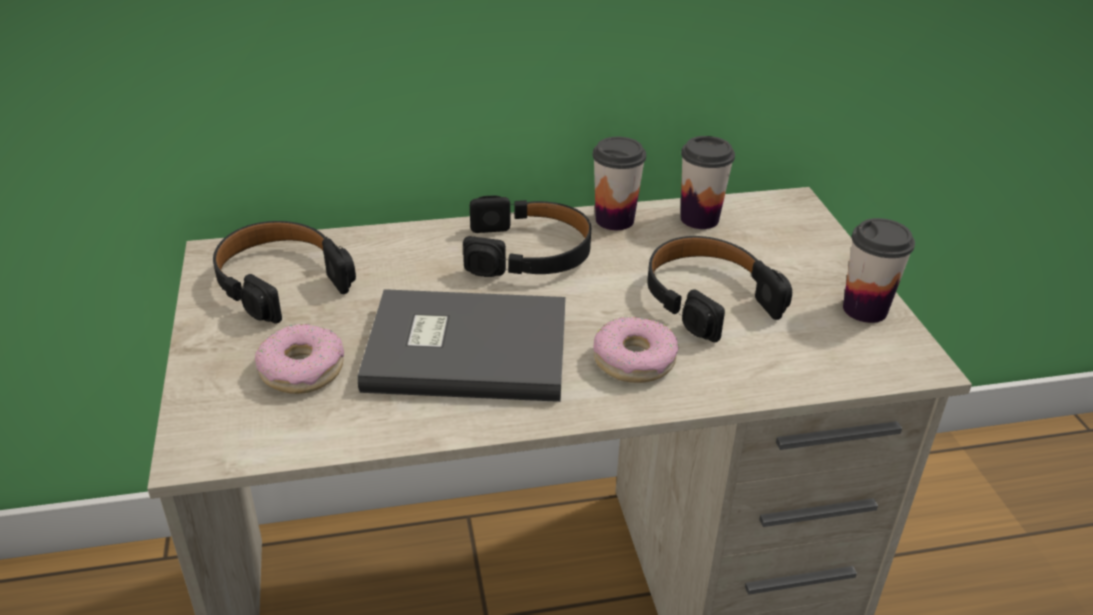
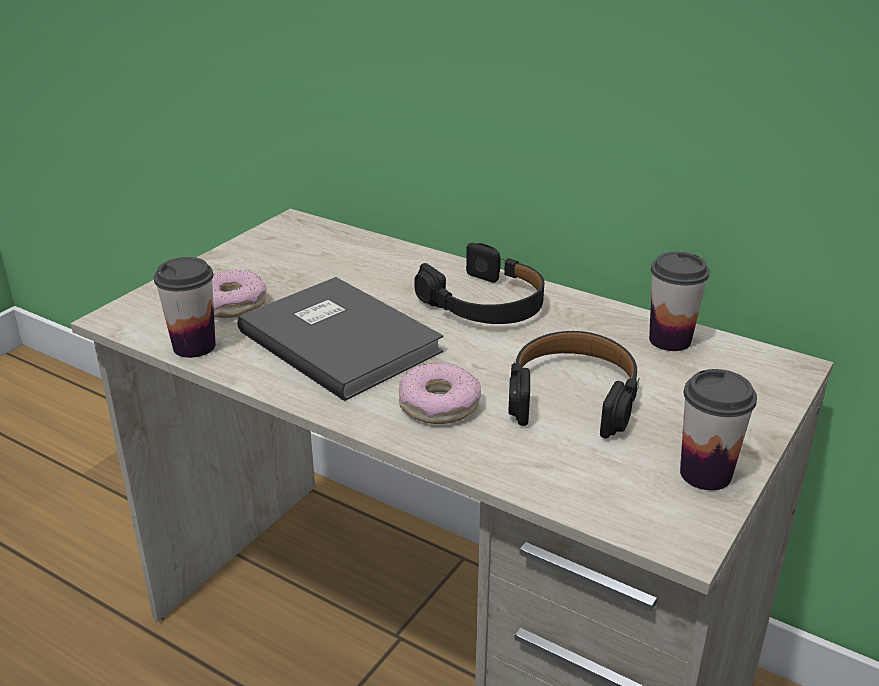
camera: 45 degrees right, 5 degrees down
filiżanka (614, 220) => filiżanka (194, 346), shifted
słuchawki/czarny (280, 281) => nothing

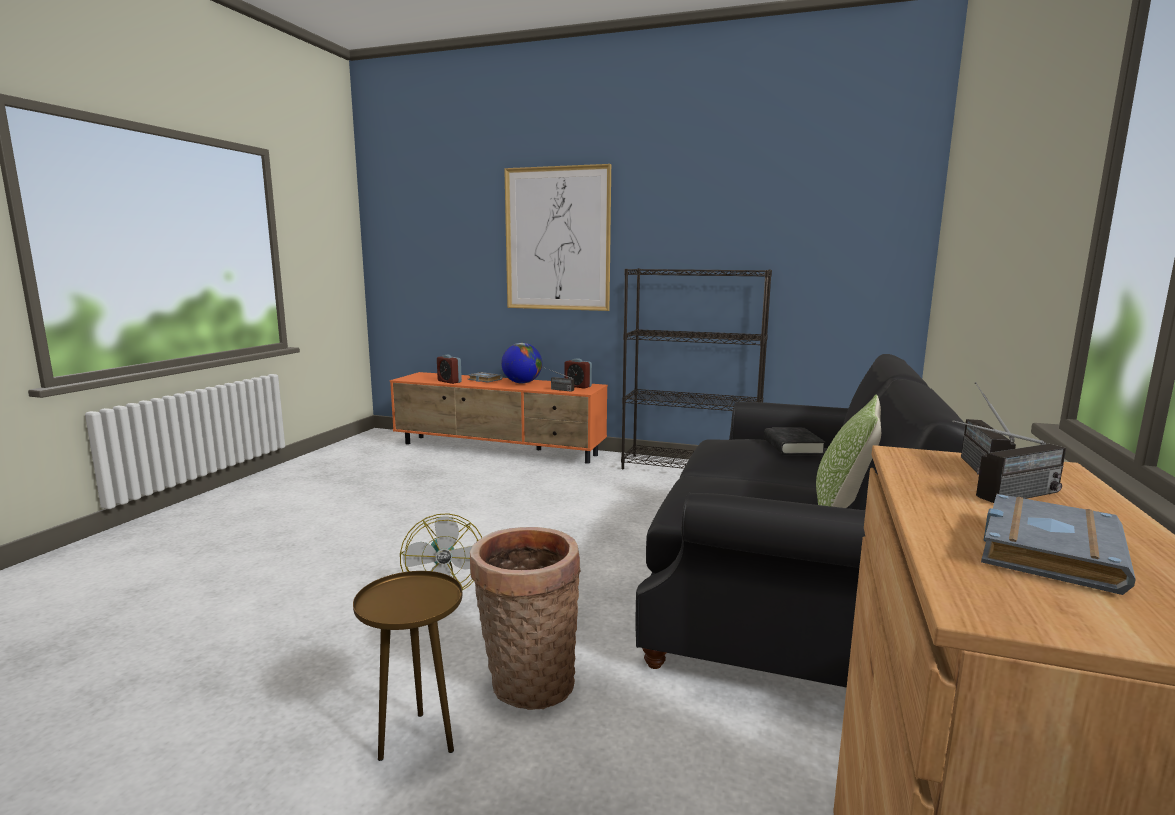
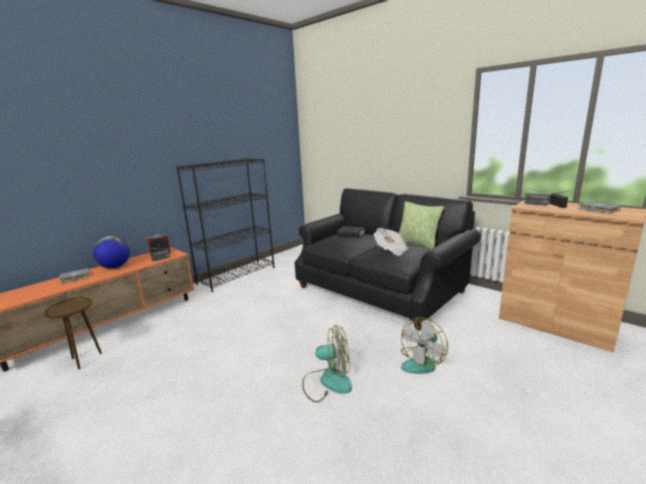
camera: 65 degrees left, 5 degrees up
obraz (557, 239) => nothing
budzik (449, 381) => nothing
koszyk (527, 683) => wentylator (422, 362)
stolik/brązowy (417, 740) => stolik/brązowy (84, 360), shifted
nothing => gazeta (390, 250)

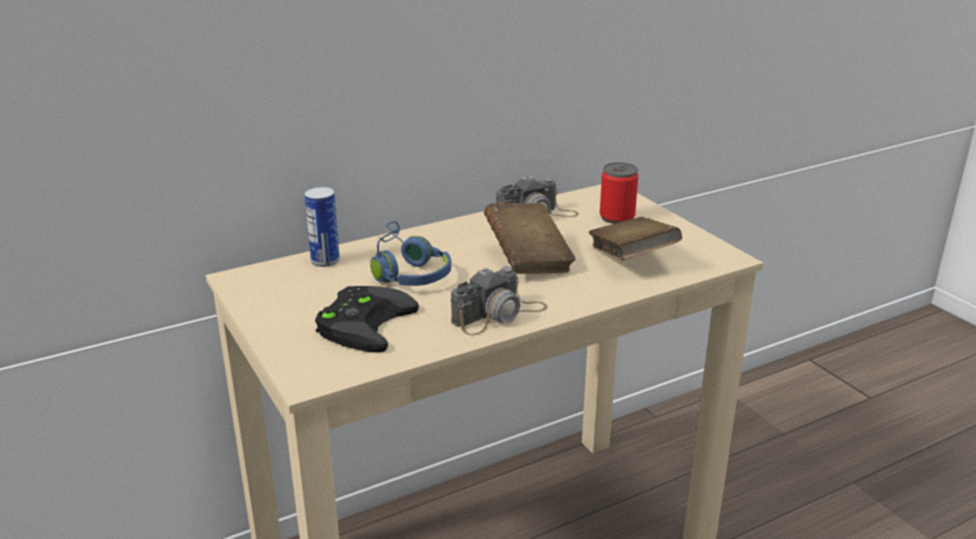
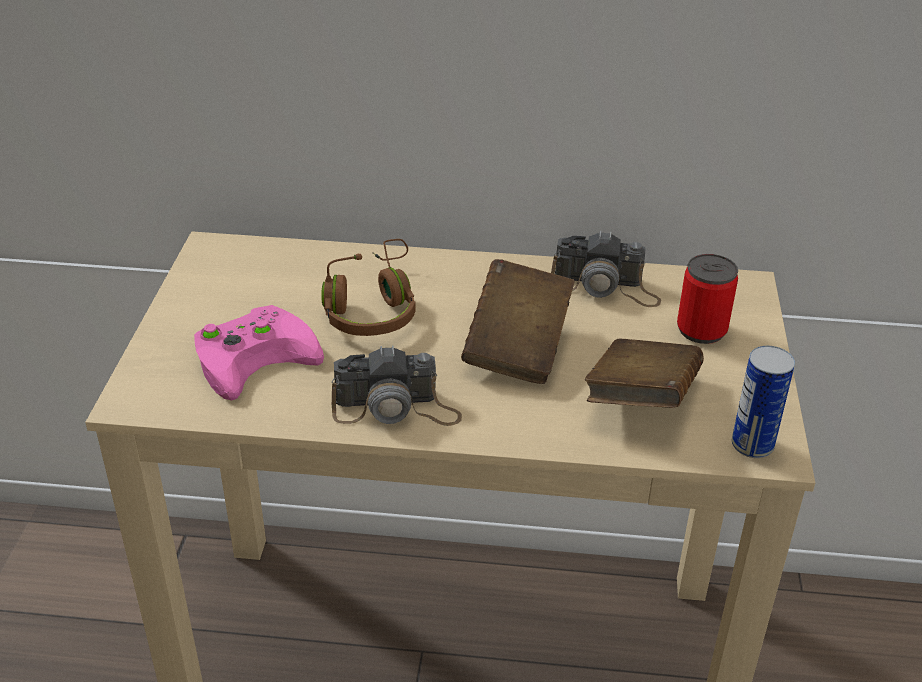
camera: 35 degrees right, 10 degrees up
puszka (325, 261) => puszka (752, 445), shifted
słuchawki/niebieski (407, 271) => słuchawki/brązowy (372, 307)
pad do gier/czarny (363, 322) => pad do gier/różowy (256, 354)

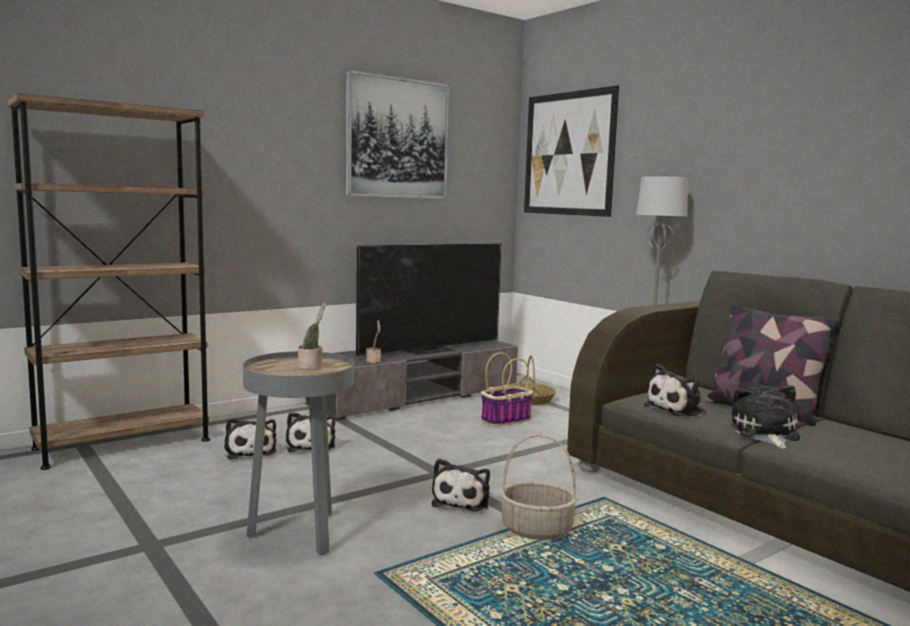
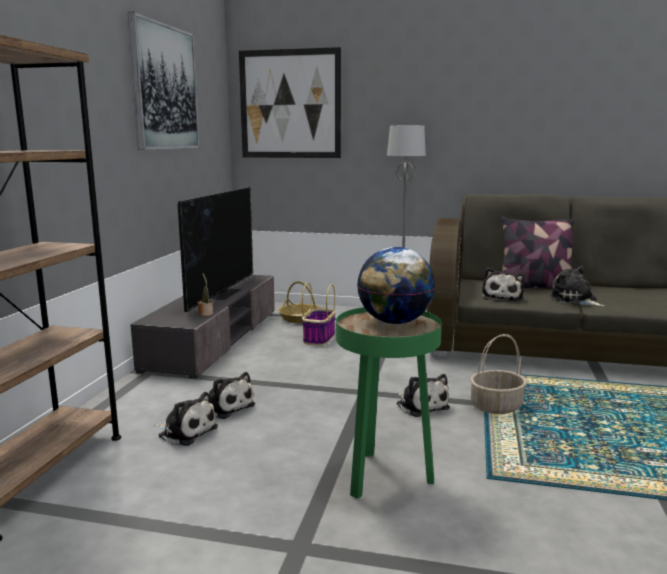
camera: 40 degrees left, 5 degrees up
roślina doniczkowa (312, 367) => globus (394, 322)
stolik/szary (300, 534) => stolik/zielony (384, 477)

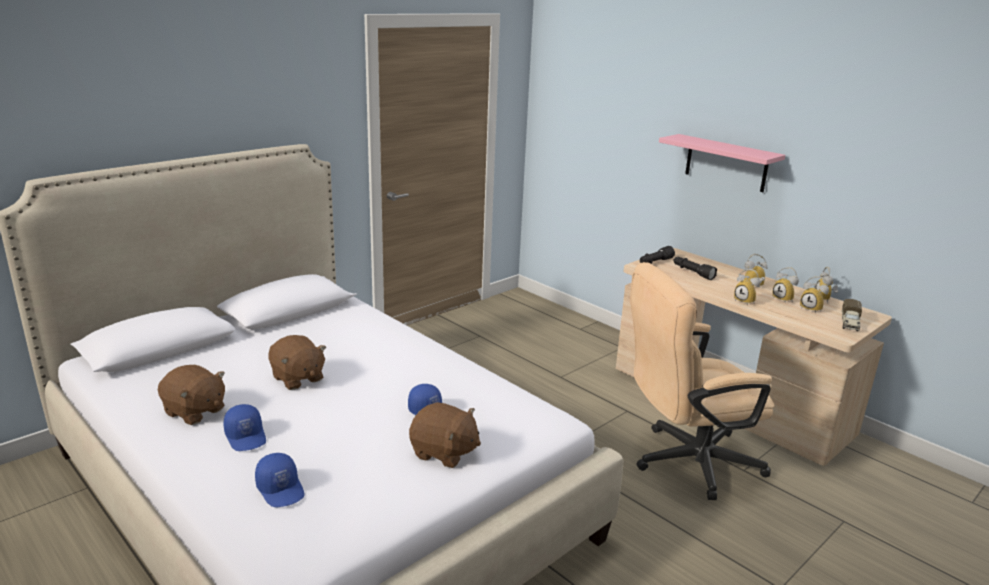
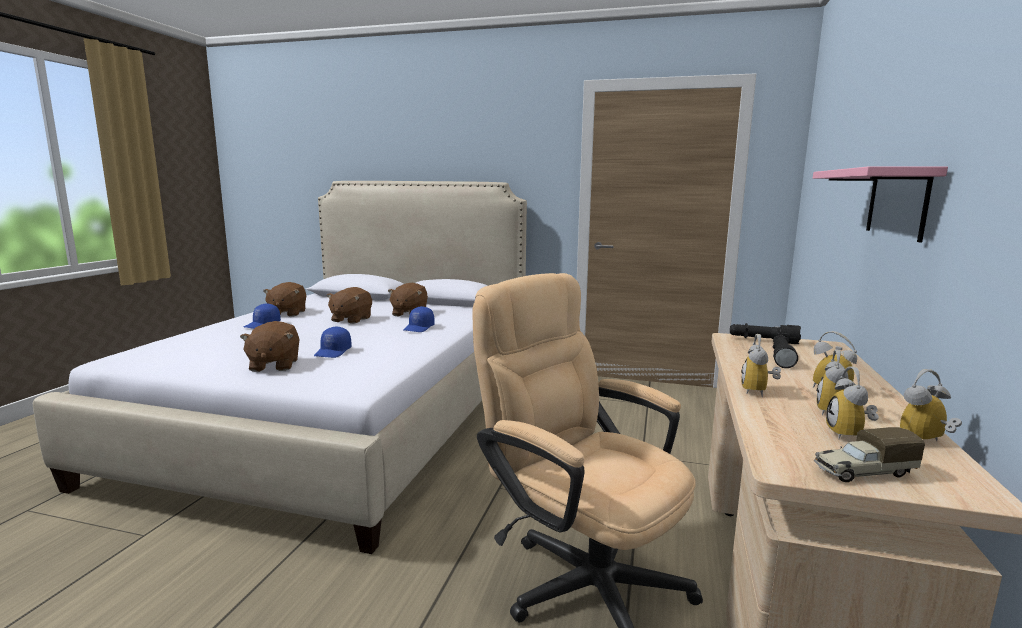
camera: 60 degrees right, 10 degrees down
czapka z daszkiem/niebieski (281, 489) => czapka z daszkiem/niebieski (419, 328), shifted
nothing => pluszak/brązowy (409, 313)

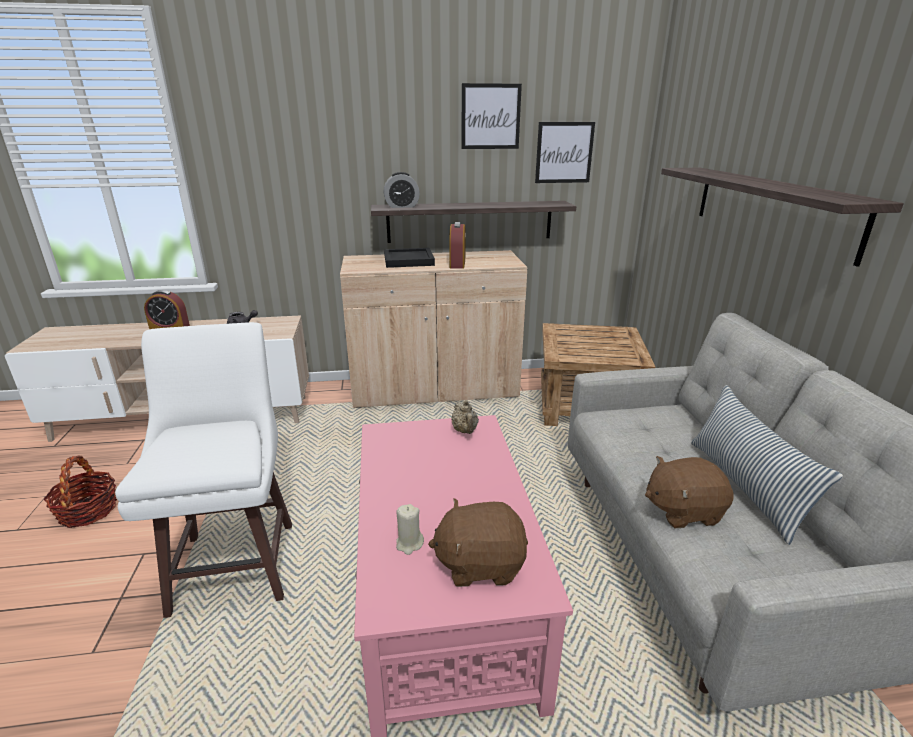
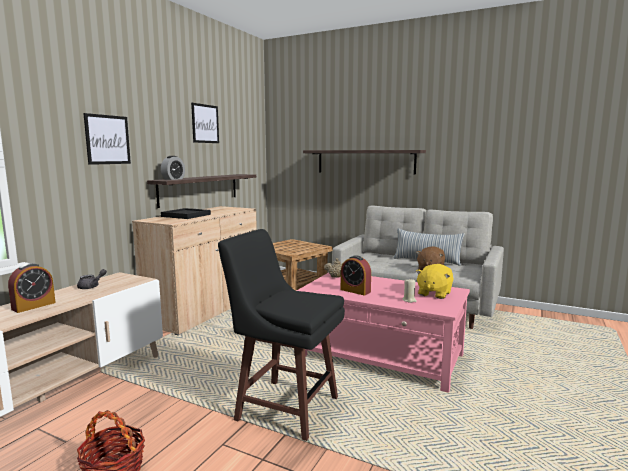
camera: 55 degrees left, 15 degrees down
obraz (564, 152) => obraz (107, 139), shifted
budzik (457, 264) => budzik (355, 291), shifted
stołek/biały (237, 563) => stołek/czarny (285, 407)
pluszak/brązowy (480, 563) => pluszak/żółty (434, 293)

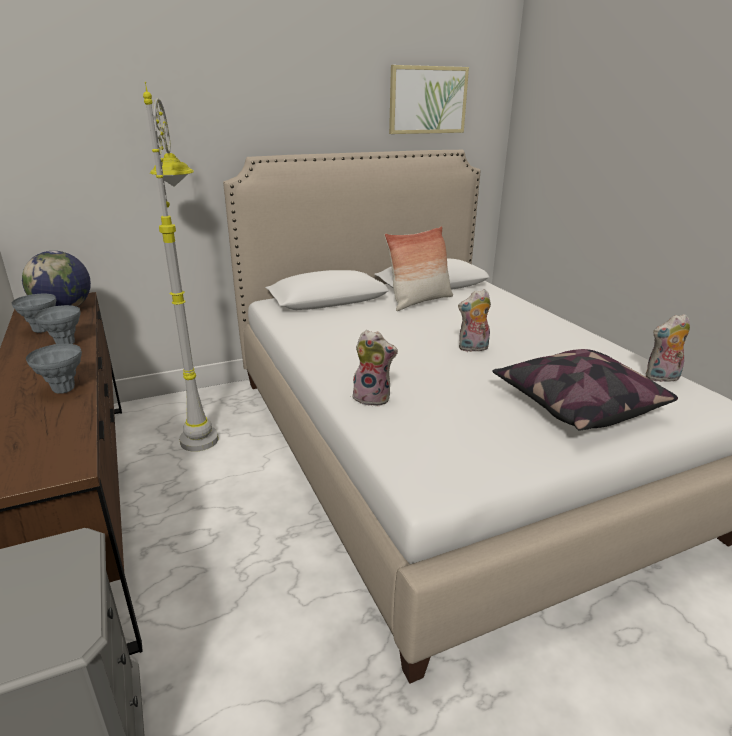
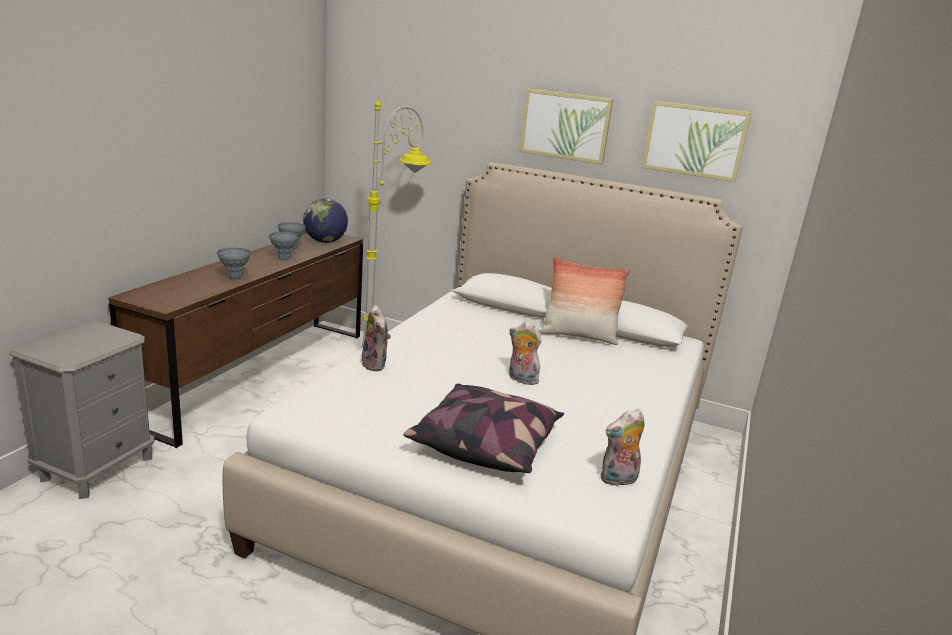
camera: 45 degrees right, 5 degrees down
pluszak (662, 378) => pluszak (618, 480), 60 degrees counterclockwise
nothing => obraz (565, 126)

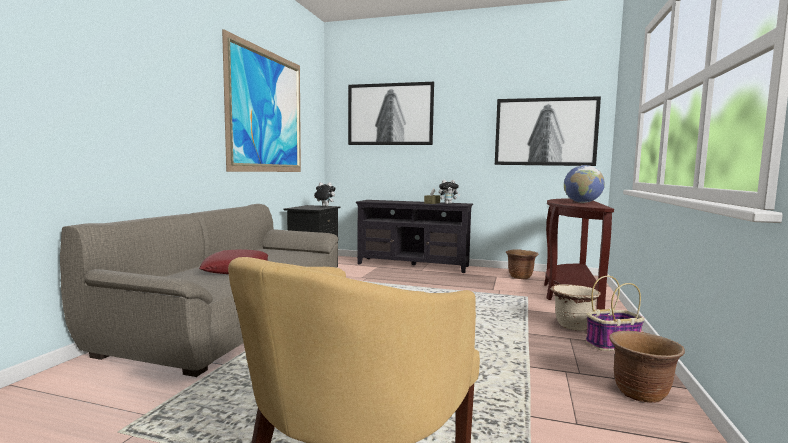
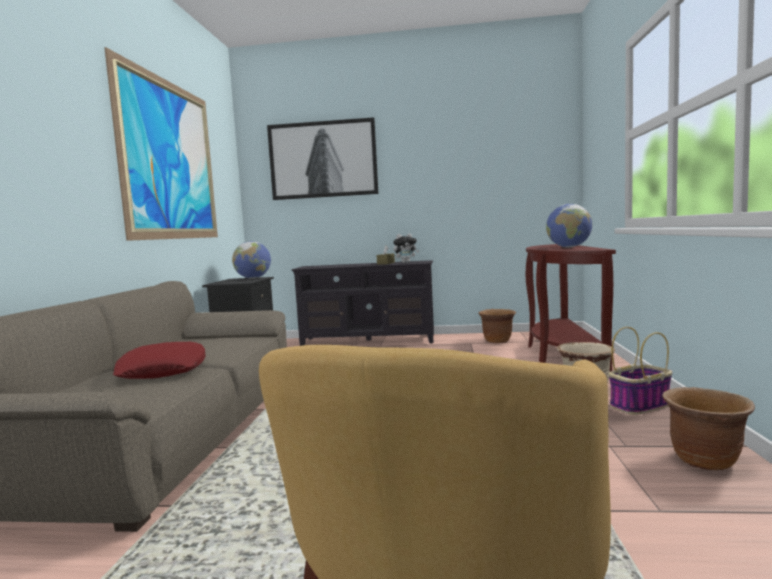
camera: 10 degrees left, 0 degrees up
obraz (545, 132) => nothing
pluszak (324, 206) => globus (253, 278)

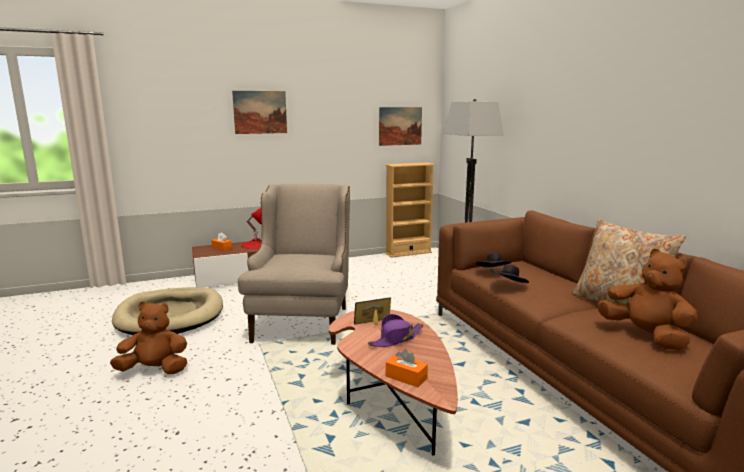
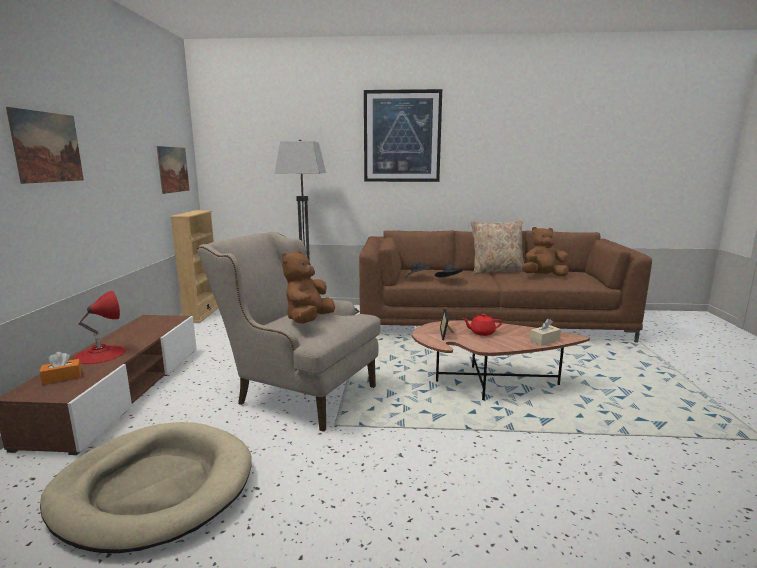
camera: 65 degrees left, 0 degrees up
pluszak/brązowy (155, 370) => pluszak/brązowy (309, 320), shifted
kapelusz/fioletowy (396, 339) => imbryk/czerwony (481, 332)
pudełko chusteczek/pomarańczowy (406, 377) => pudełko chusteczek/beżowy (544, 340)
nothing => obraz (402, 136)

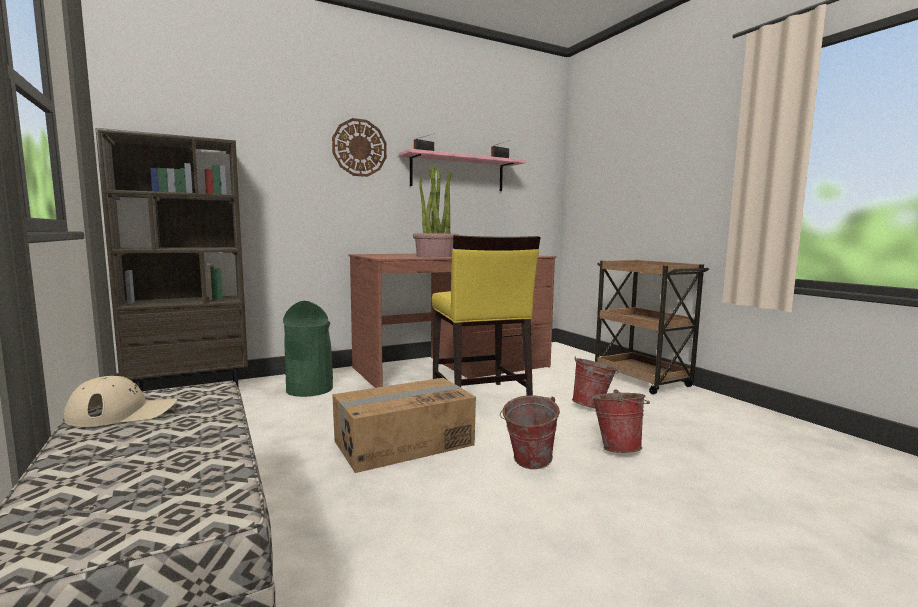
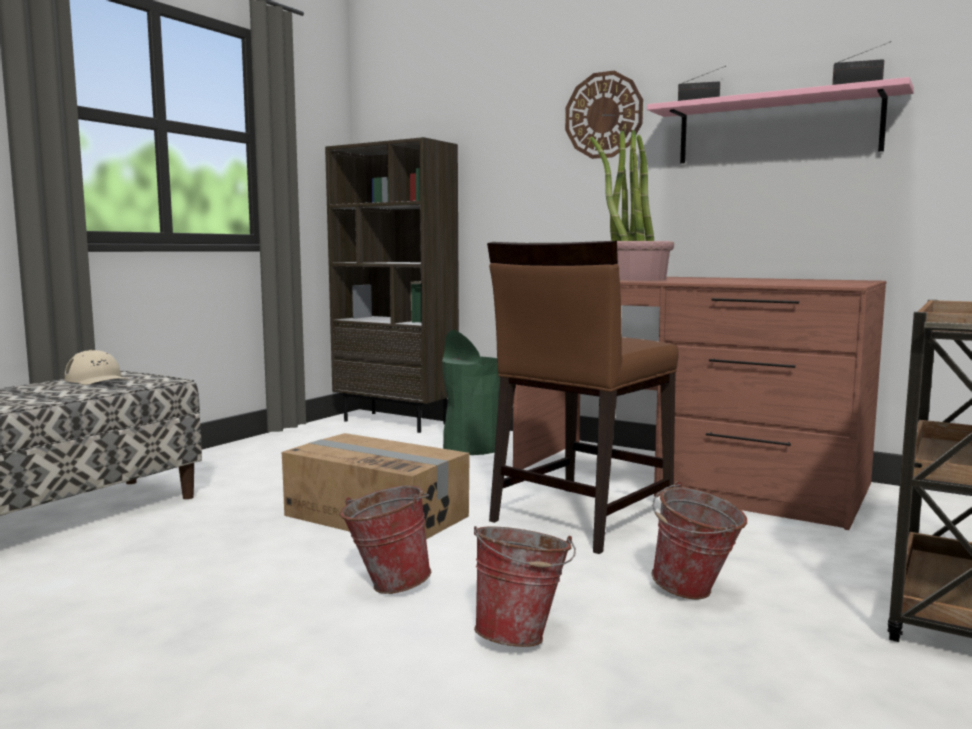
camera: 60 degrees right, 0 degrees up
krzesło/żółty (479, 399) => krzesło/brązowy (579, 518)

